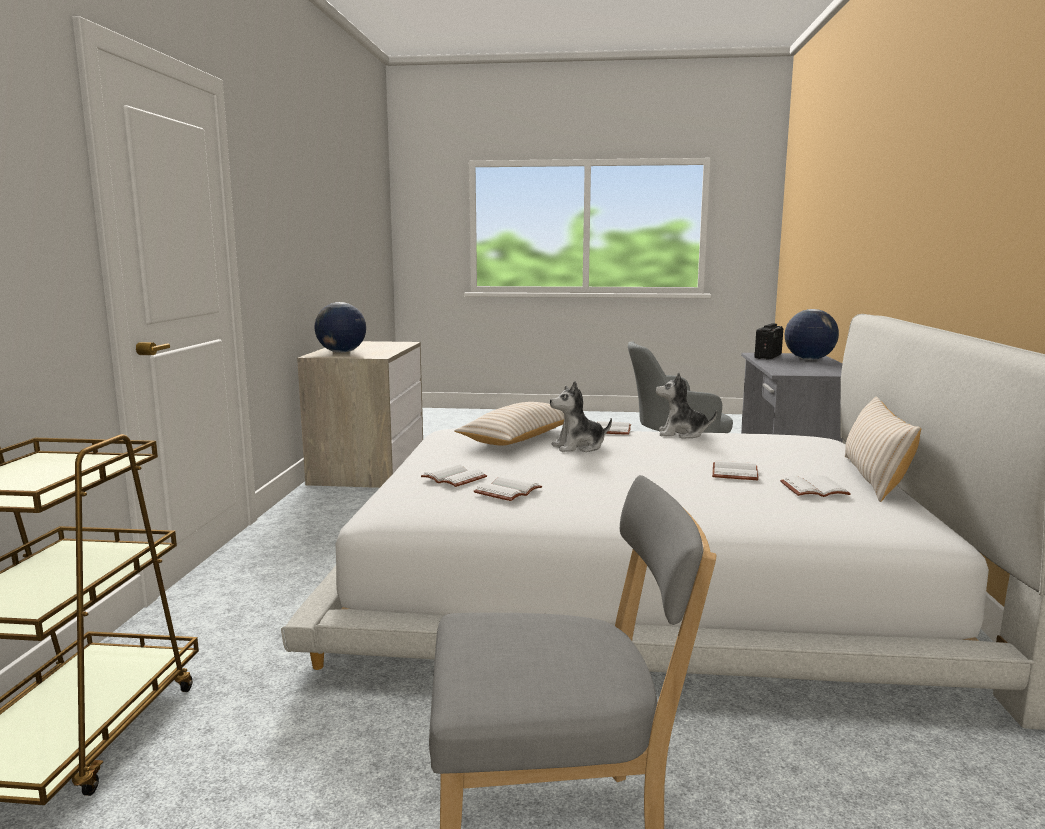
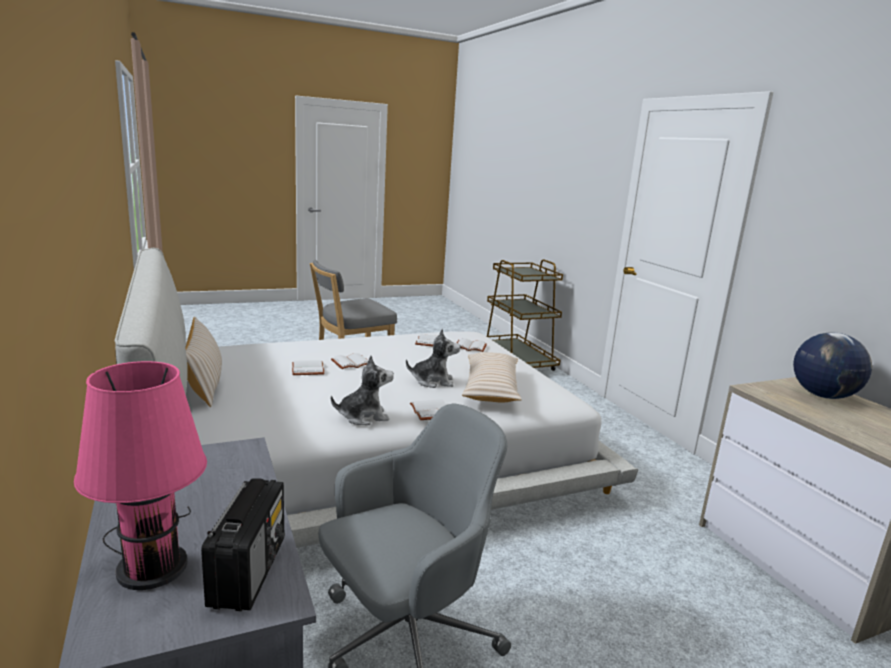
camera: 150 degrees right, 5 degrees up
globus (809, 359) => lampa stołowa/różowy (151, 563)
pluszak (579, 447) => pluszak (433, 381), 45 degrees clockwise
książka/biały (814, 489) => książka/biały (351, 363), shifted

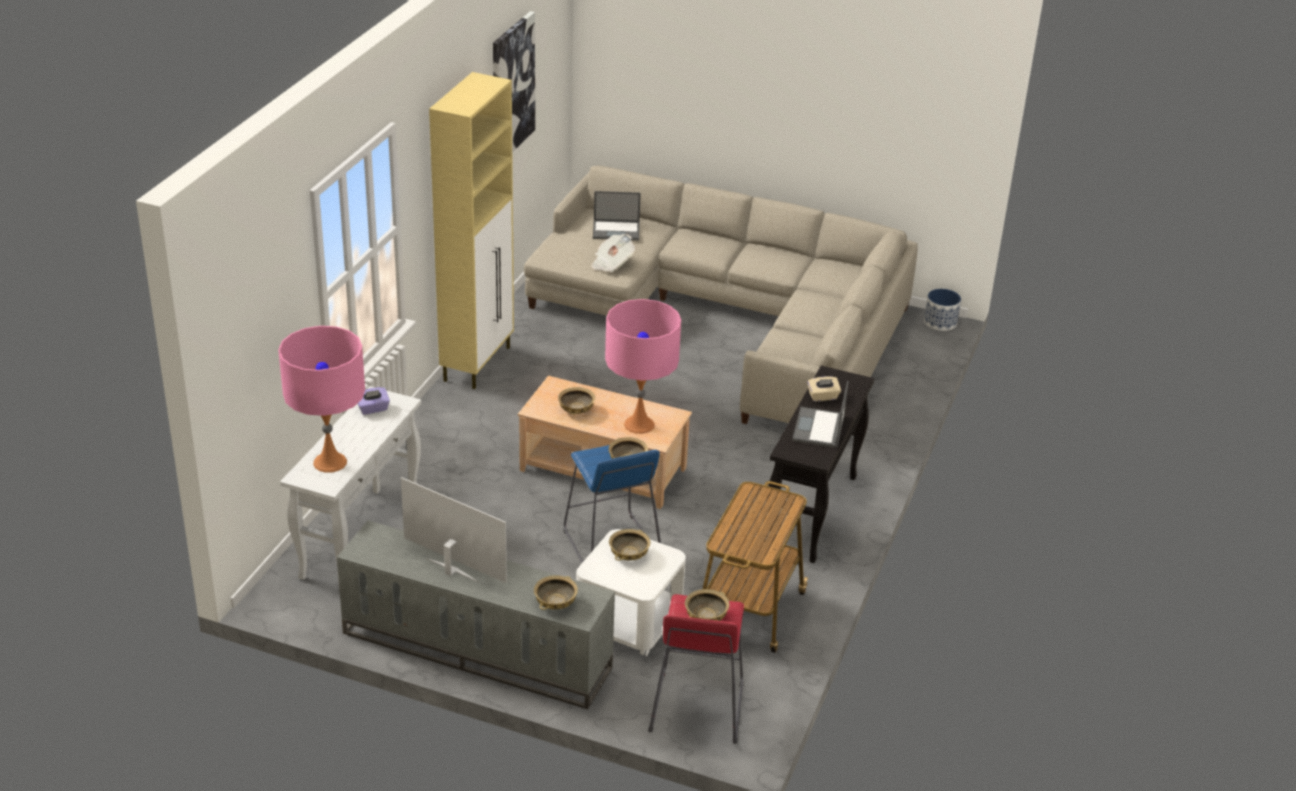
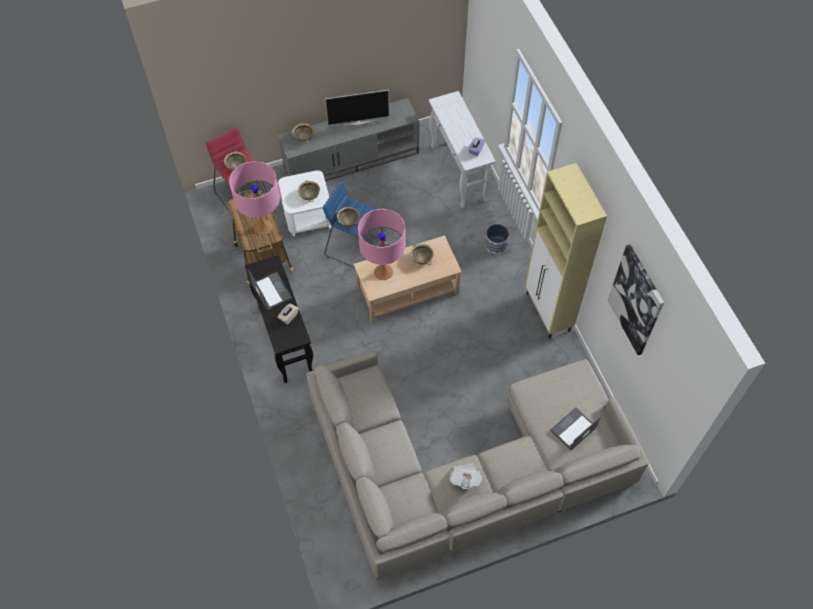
camera: 140 degrees right, 25 degrees up
gazeta (612, 263) => gazeta (465, 478), shifted
donica (940, 322) => donica (495, 245), shifted
lampa stołowa/różowy (330, 462) => lampa stołowa/różowy (263, 227), shifted

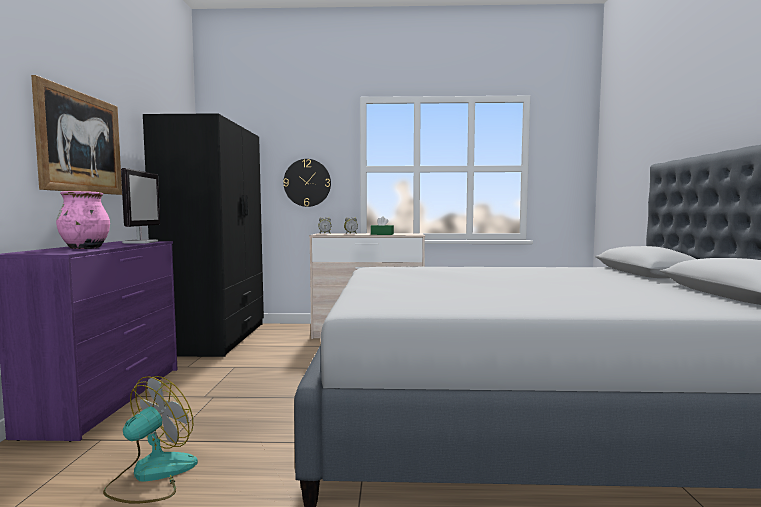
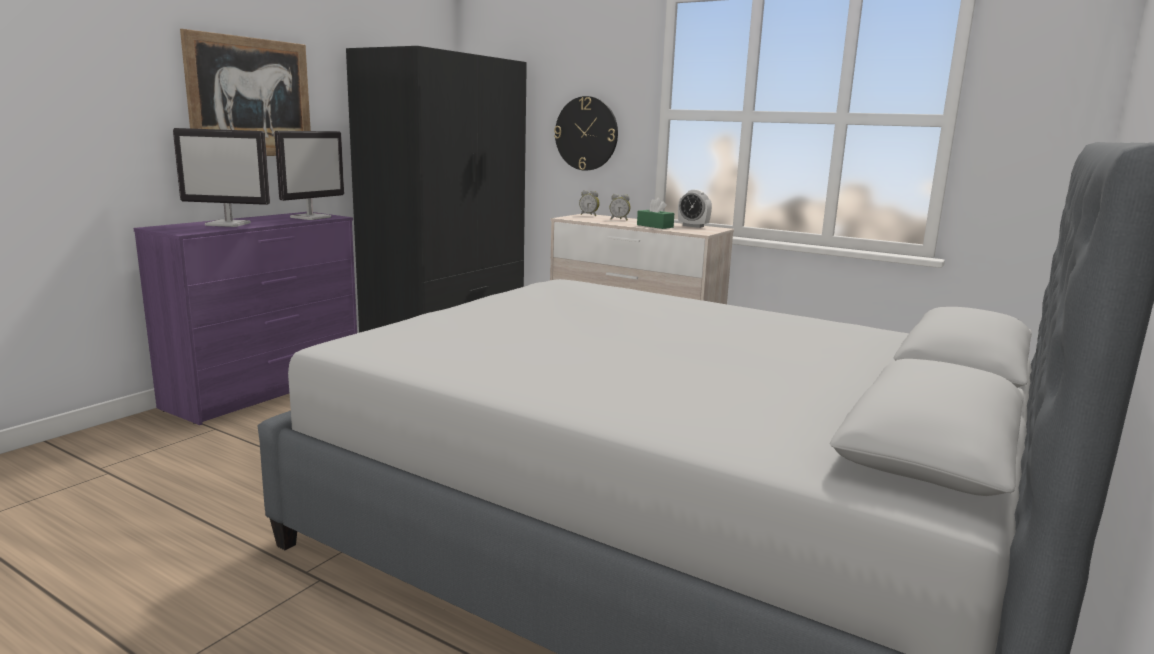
camera: 30 degrees right, 10 degrees up
wazon/różowy (85, 248) => monitor (229, 224)
wentylator (152, 475) => nothing
nothing => budzik (693, 226)

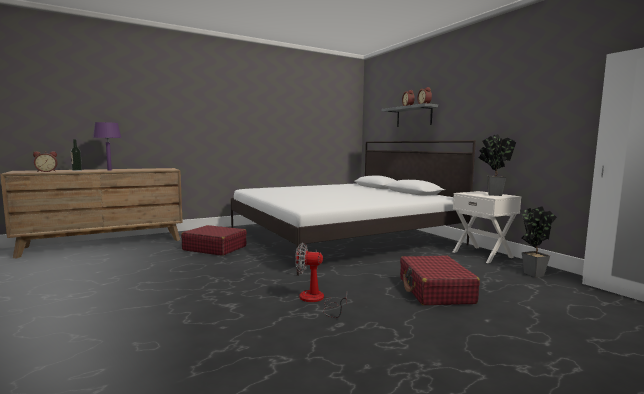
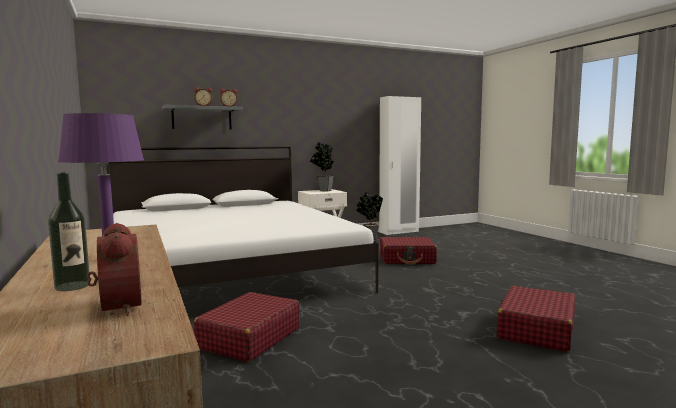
camera: 85 degrees left, 0 degrees up
wentylator (316, 300) => nothing
nothing => walizka/czerwony (536, 330)

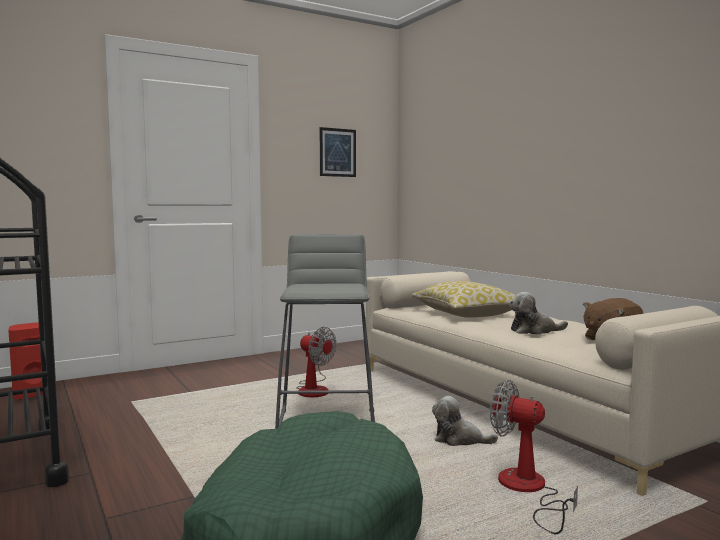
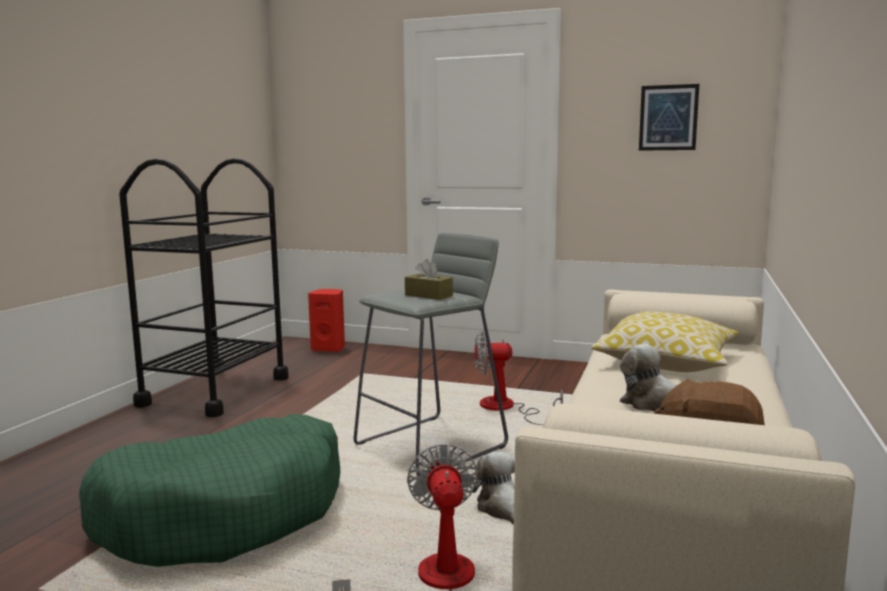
camera: 50 degrees right, 5 degrees up
wentylator (314, 389) => wentylator (506, 408), 90 degrees clockwise
nothing => pudełko chusteczek/brązowy (428, 295)

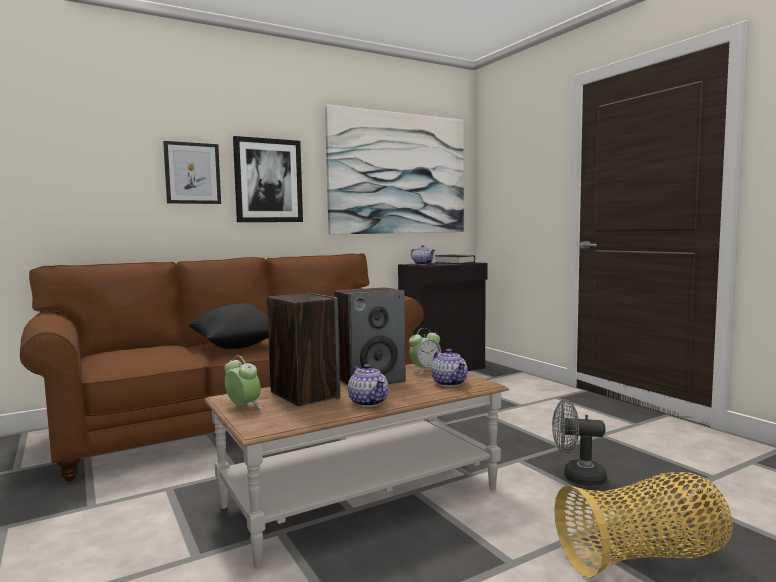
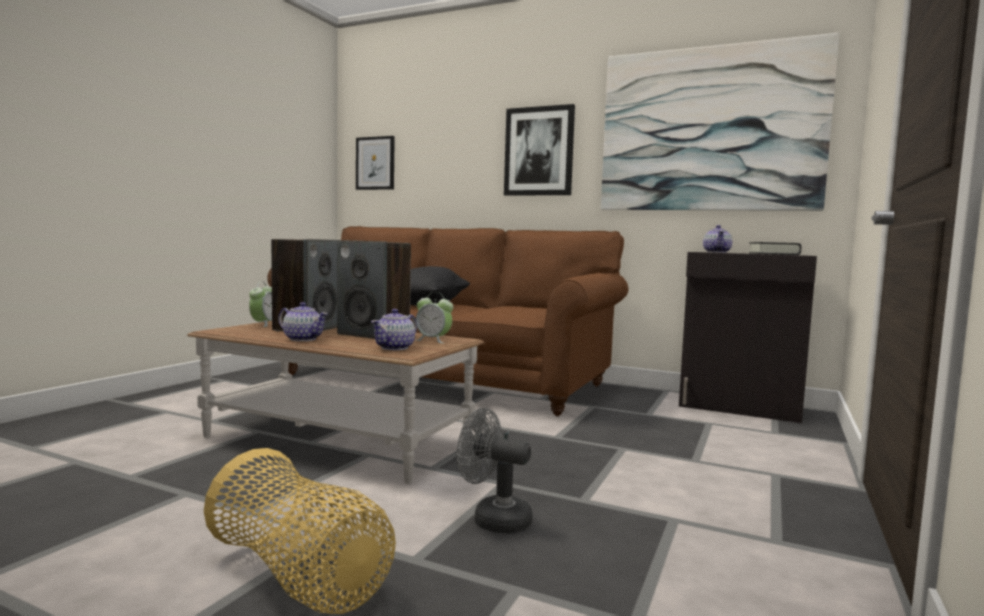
camera: 55 degrees right, 0 degrees up
obraz (192, 173) => obraz (375, 163), shifted
imbryk (368, 402) => imbryk (303, 339), 90 degrees counterclockwise
wentylator/szary (577, 477) => wentylator/szary (493, 519), 45 degrees counterclockwise

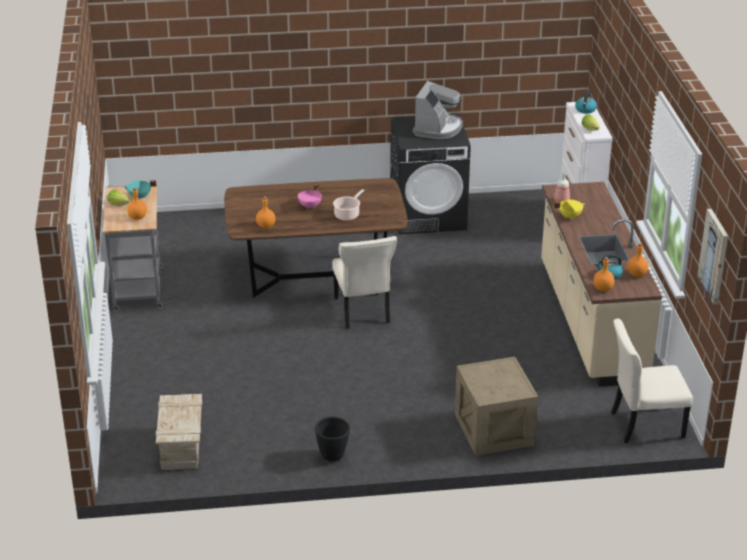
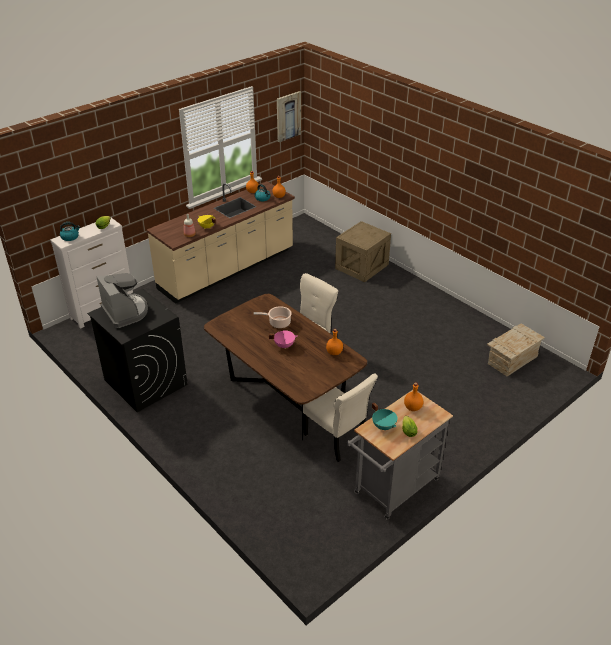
camera: 125 degrees left, 5 degrees up
ekspres do kawy (438, 128) => ekspres do kawy (126, 312), 75 degrees clockwise
krzesło/beżowy (643, 425) => krzesło/beżowy (336, 440), shifted
donica/czarny (333, 456) => nothing

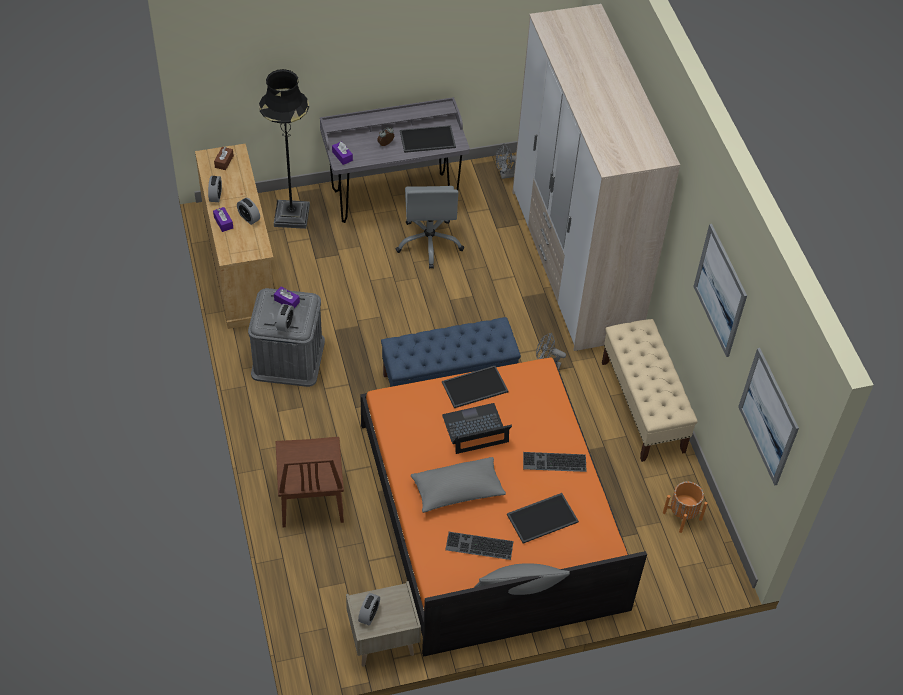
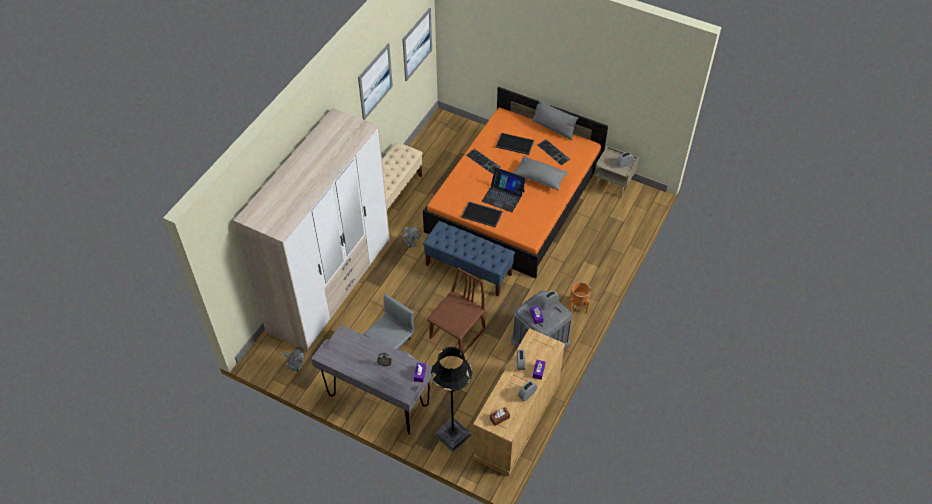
camera: 135 degrees left, 0 degrees up
taca (427, 140) => nothing
krzesło/brązowy (310, 498) => krzesło/brązowy (458, 334), shifted
donica/pomarańczowy (682, 515) => donica/pomarańczowy (578, 304), shifted

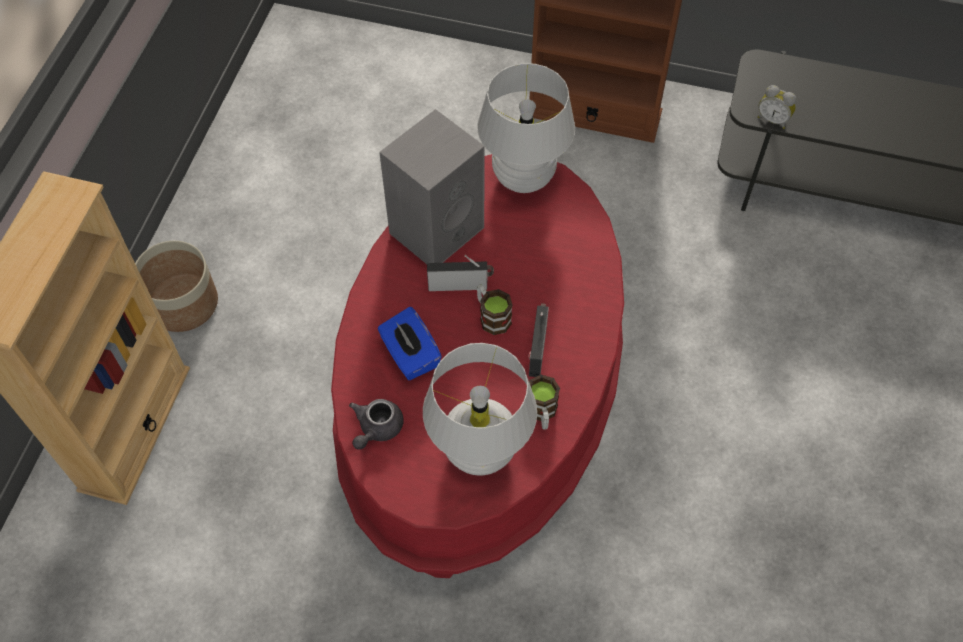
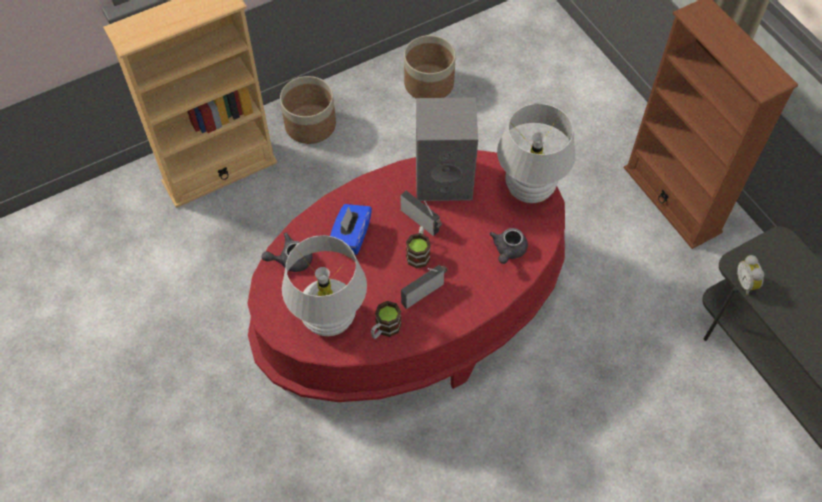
camera: 45 degrees right, 0 degrees up
nothing => donica (429, 83)
nothing => imbryk/szary (508, 251)

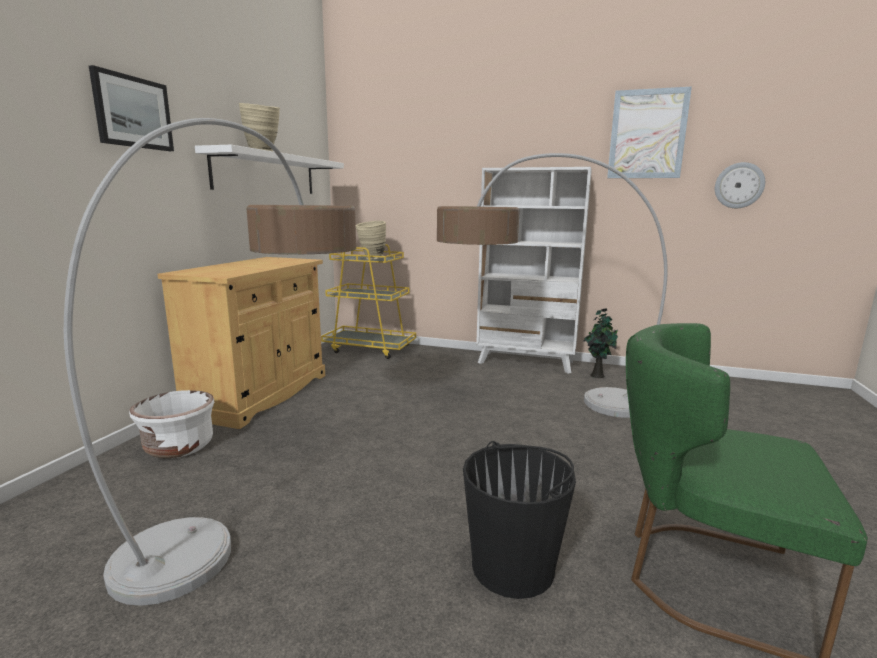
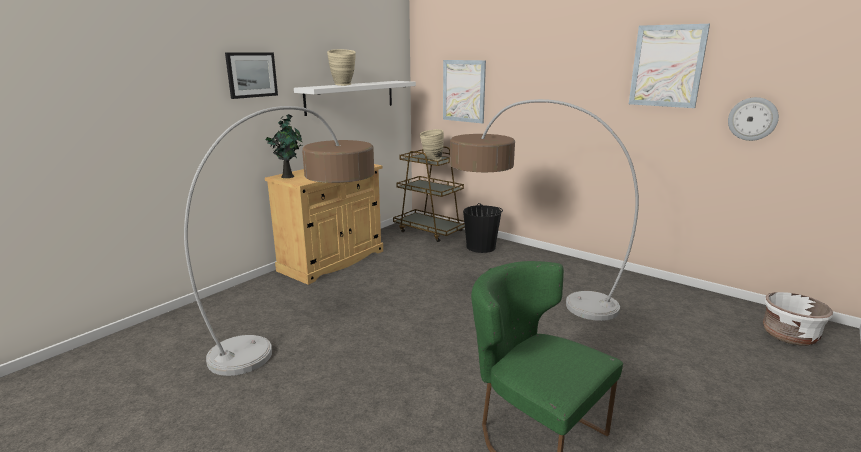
camera: 20 degrees right, 5 degrees up
regał/biały (526, 362) => nothing
wózek/żółty (370, 349) => wózek/brązowy (430, 231)
roślina doniczkowa (596, 375) => roślina doniczkowa (288, 176), shifted
donica/biały (179, 447) => donica/biały (789, 336), shifted
wiadro/czarny (513, 566) => wiadro/czarny (481, 247), shifted
nothing => obraz (464, 91)

